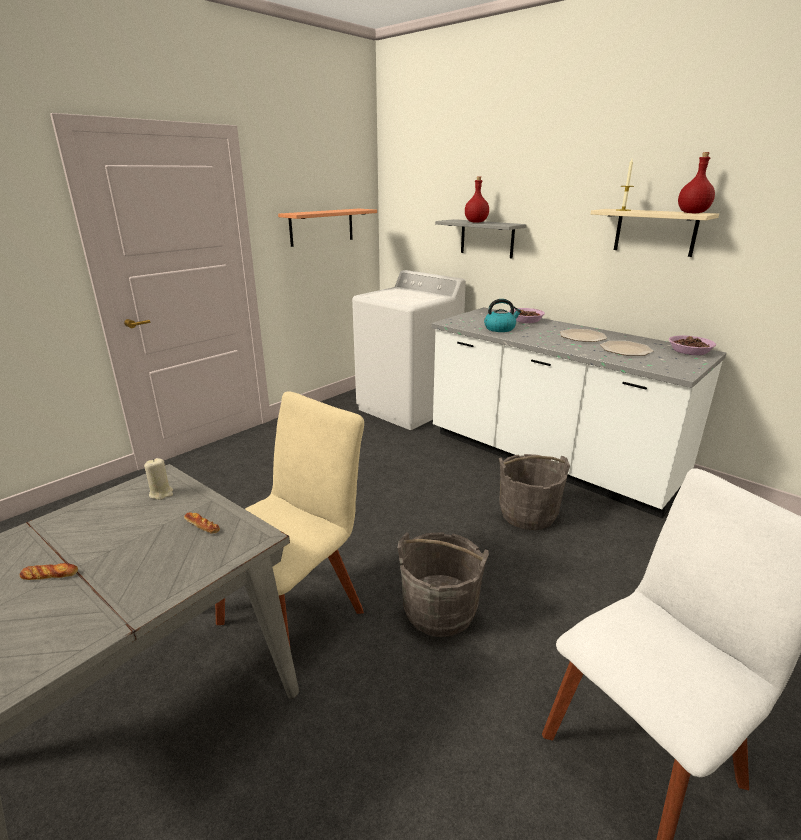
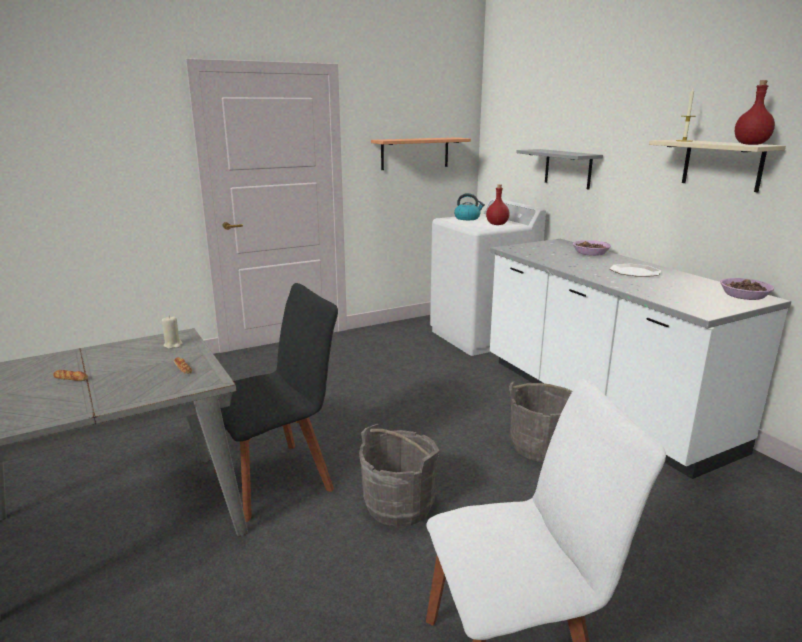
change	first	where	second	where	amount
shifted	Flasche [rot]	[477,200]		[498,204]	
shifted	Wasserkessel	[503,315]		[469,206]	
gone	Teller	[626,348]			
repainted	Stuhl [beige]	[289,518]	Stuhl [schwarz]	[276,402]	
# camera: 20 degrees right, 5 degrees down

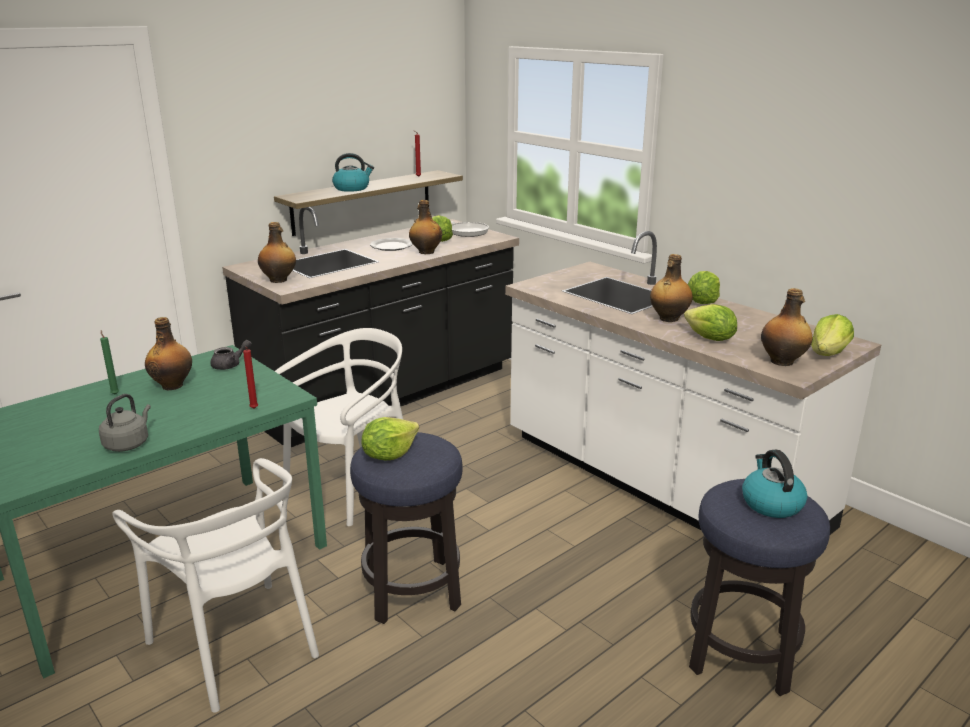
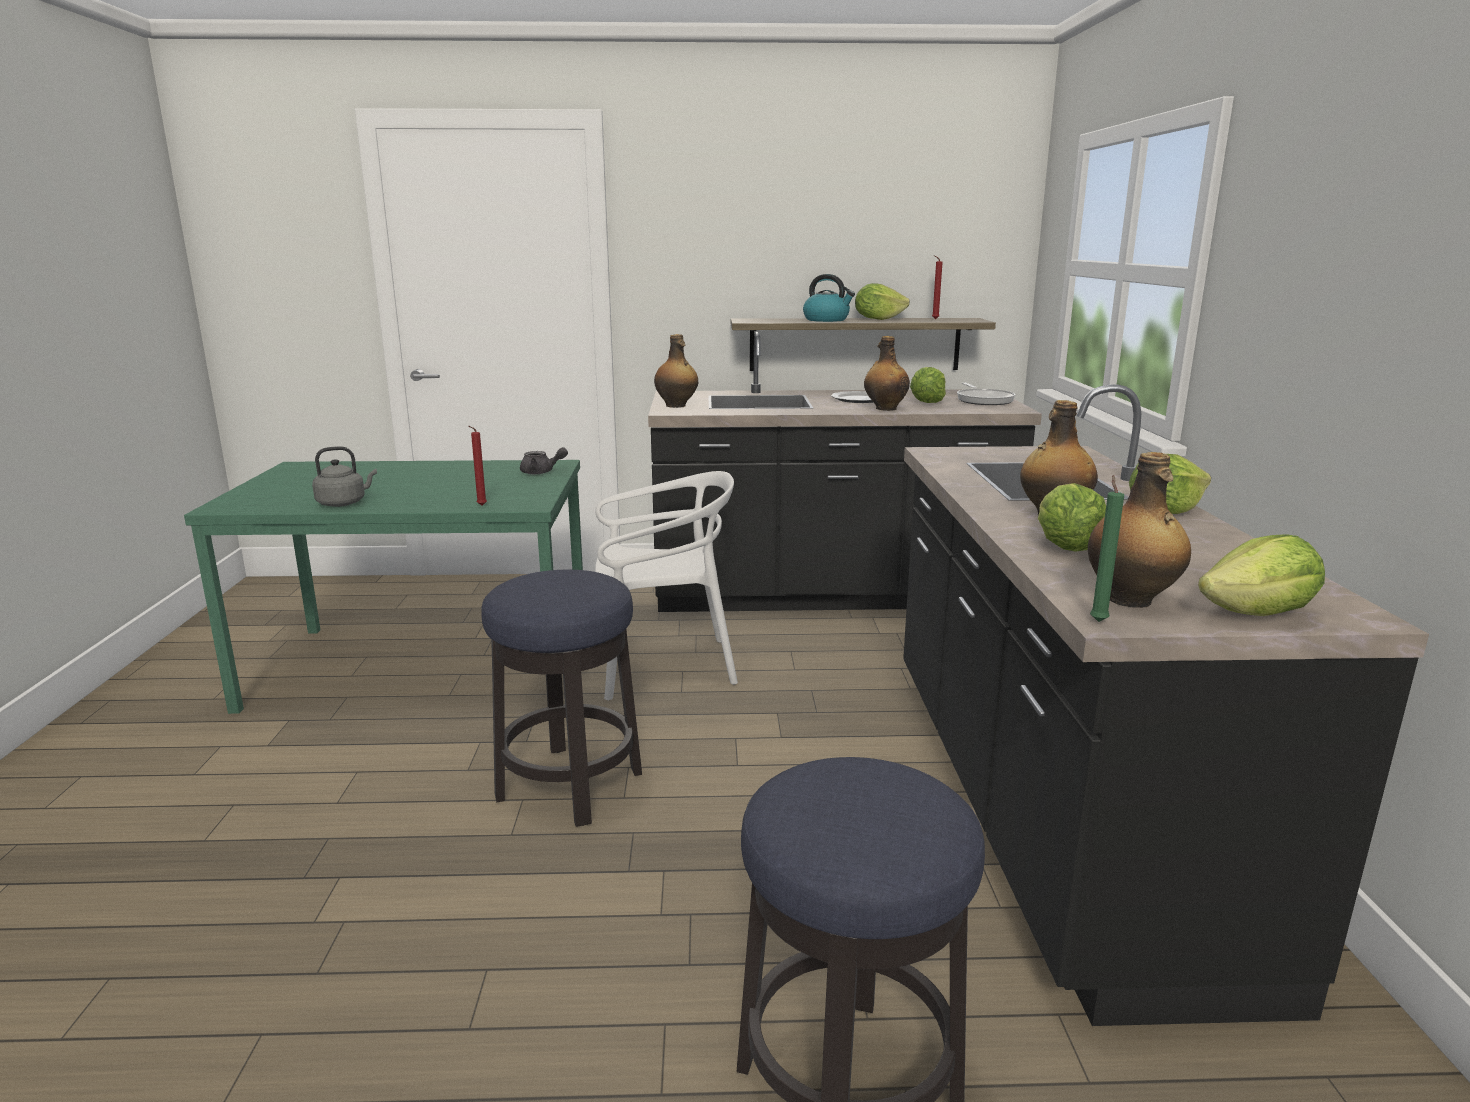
change	first	where	second	where	amount
repainted	Küchenzeile [weiß]	[693,383]	Küchenzeile [schwarz]	[1166,705]	
gone	Flasche	[168,353]			
shifted	Kerze [grün]	[109,362]		[1107,548]	
shifted	Salatkopf	[390,438]		[882,301]	
gone	Wasserkessel	[774,484]			
gone	Stuhl [weiß]	[216,585]			
# camera: 40 degrees right, 5 degrees down

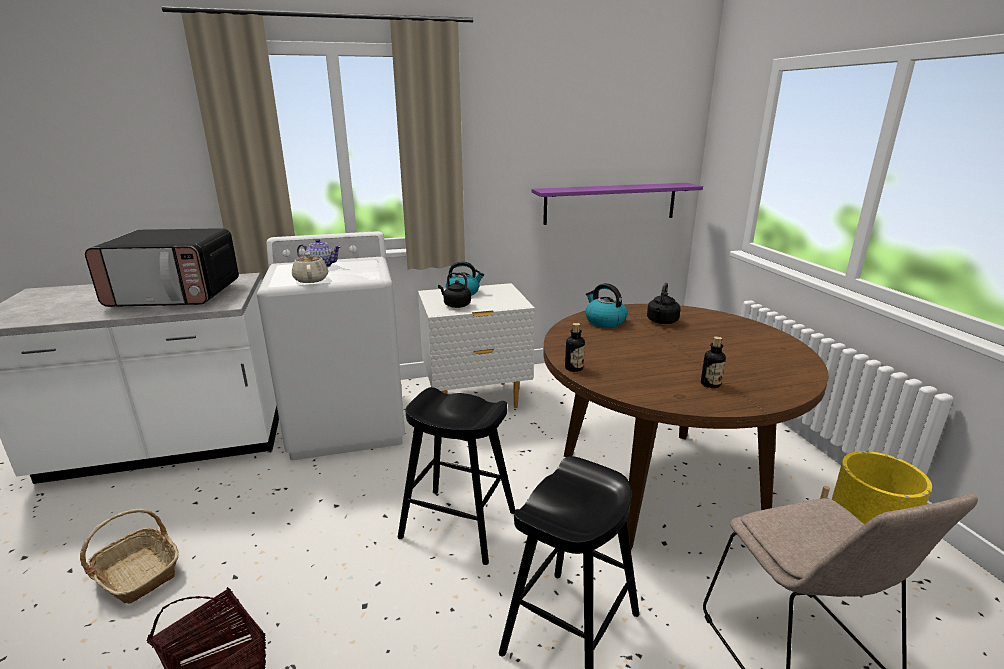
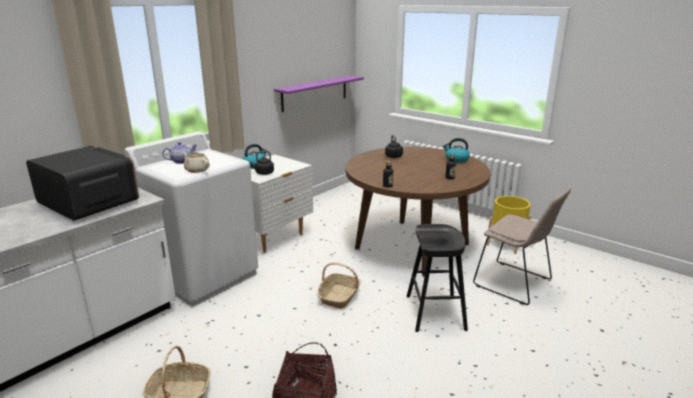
change	first	where	second	where	amount
rotated	Mikrowelle	[162,267]		[82,183]	105 degrees counterclockwise
shifted	Wasserkessel	[606,305]		[456,150]	
swapped	Hocker [schwarz]	[456,476]	Korb	[339,285]	
# camera: 35 degrees left, 0 degrees up

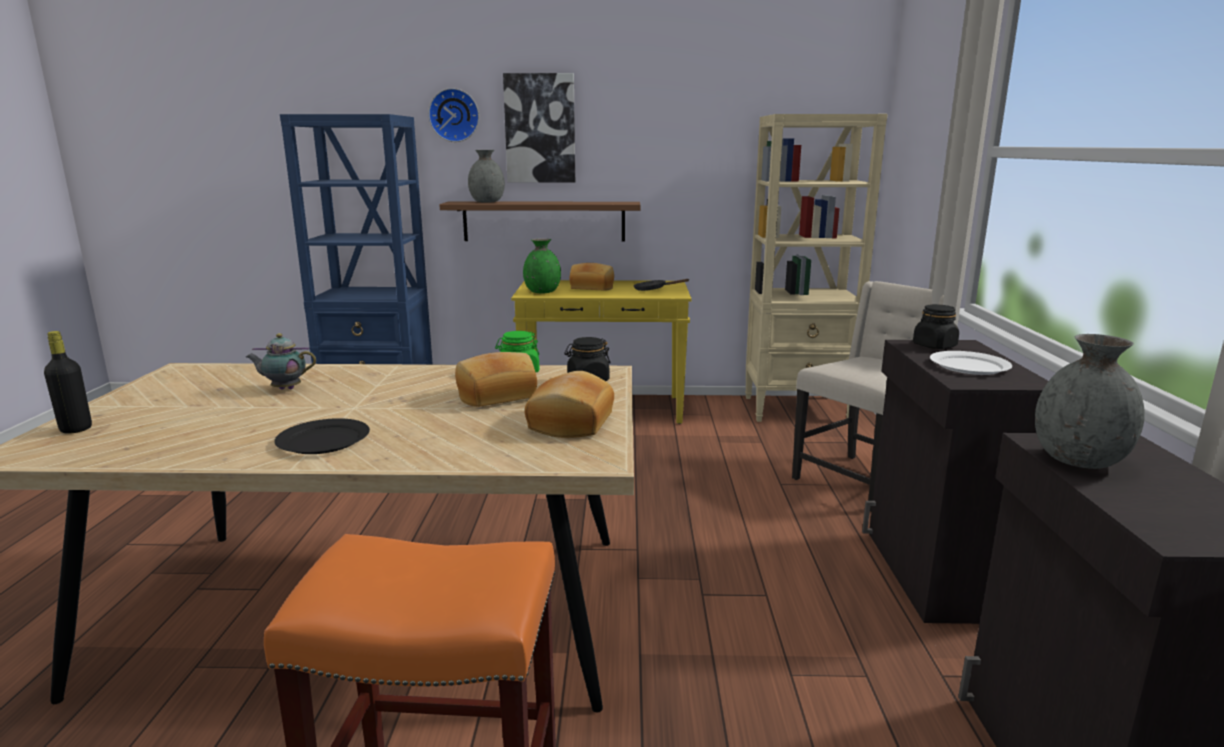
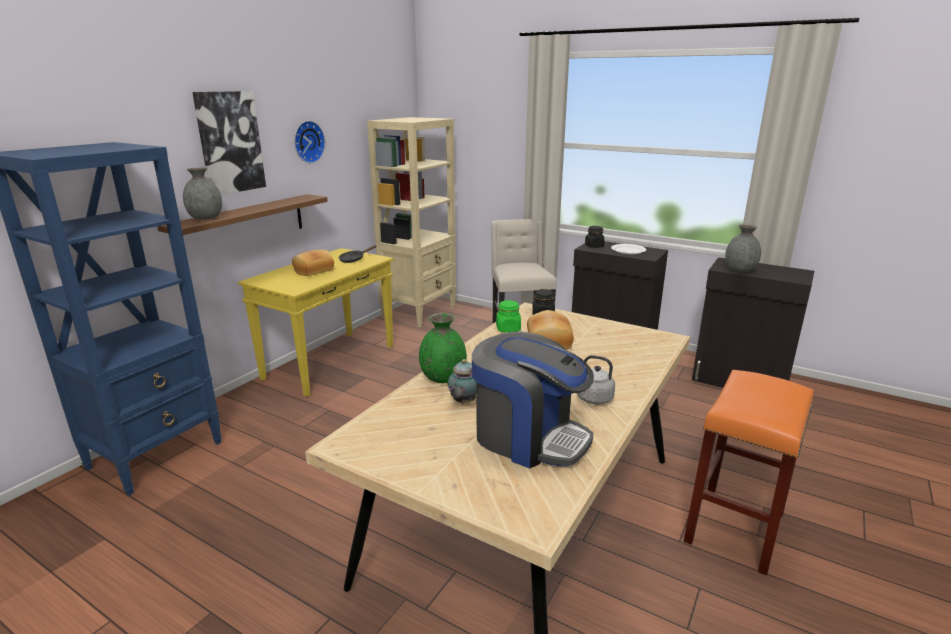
change	first	where	second	where	amount
shifted	Wanduhr	[453,115]		[309,142]	
shifted	Vase [grün]	[542,265]		[443,348]	
gone	Flasche [schwarz]	[68,382]			
gone	Brot	[569,404]			
swapped	Teller [schwarz]	[322,436]	Wasserkessel [grau]	[596,379]	
new			Kaffeemaschine	[533,399]	
# camera: 60 degrees left, 5 degrees up

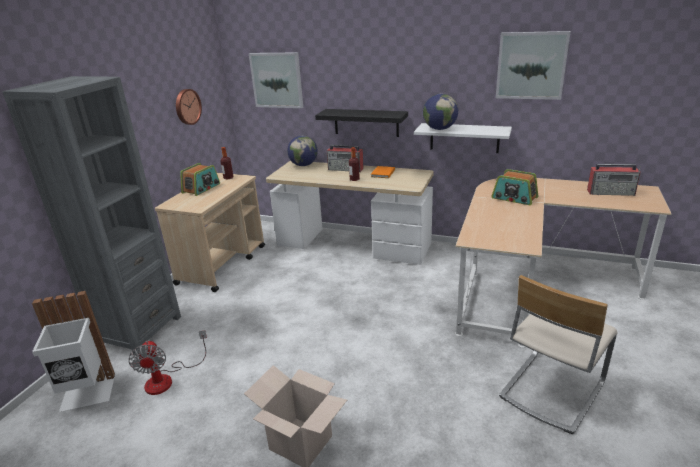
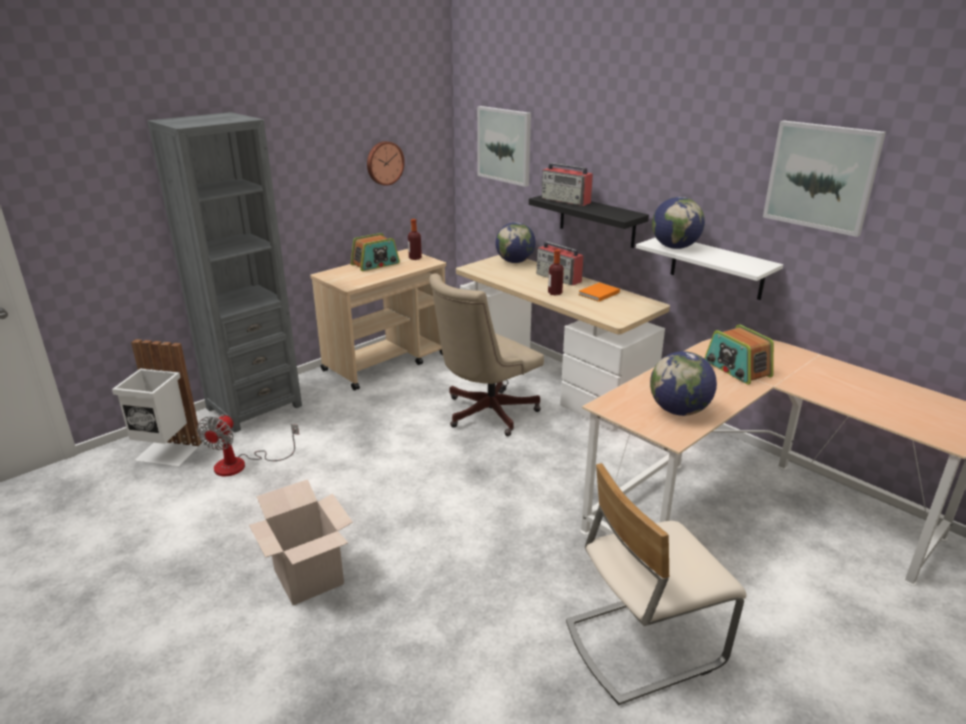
change	first	where	second	where	amount
shifted	Radio	[614,180]		[567,184]	
new			Bürostuhl [beige]	[486,354]	
new			Globus	[683,383]	
# camera: 25 degrees right, 0 degrees up

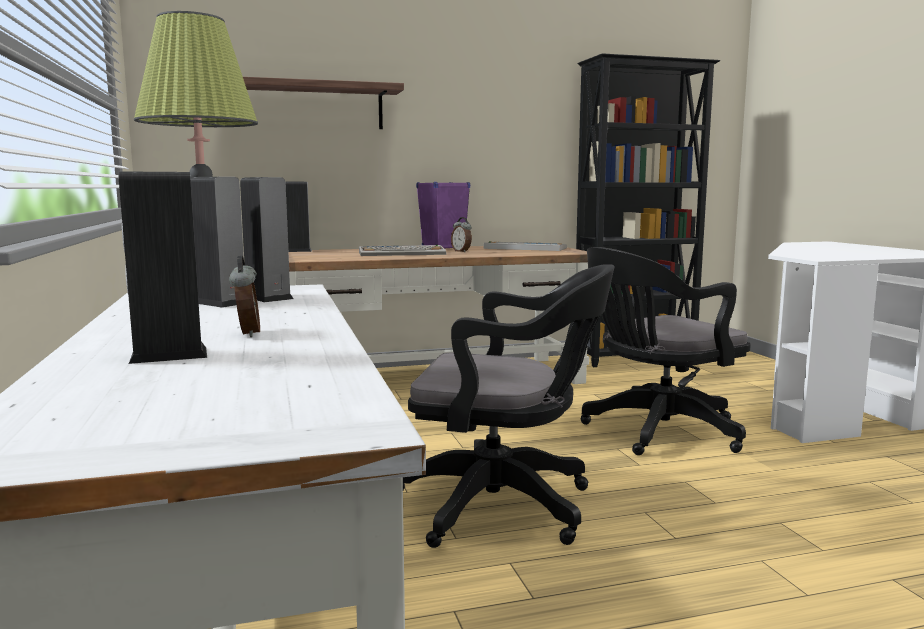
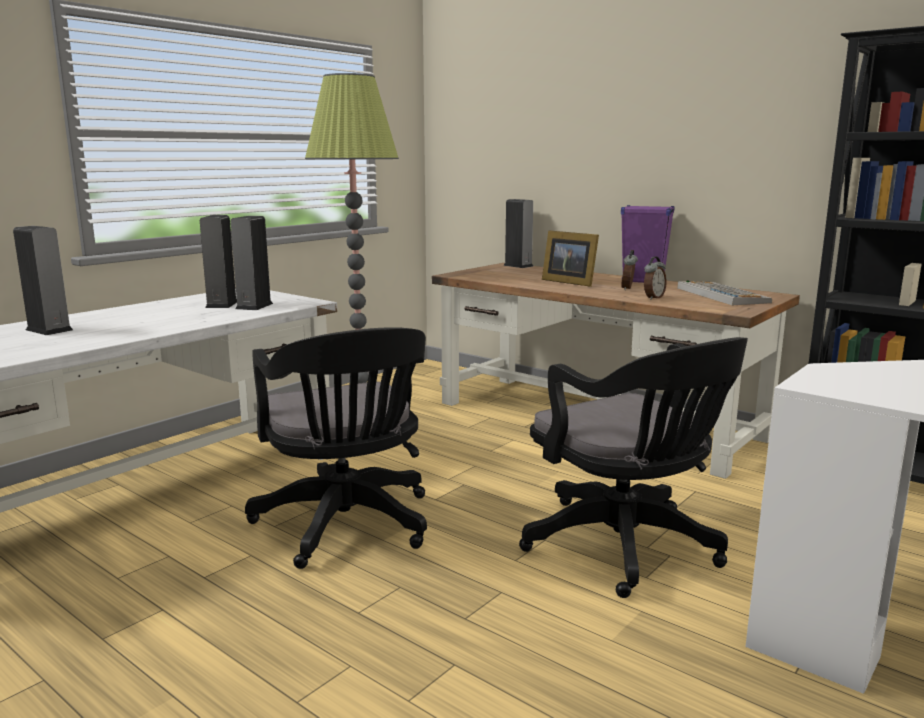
change	first	where	second	where	amount
gone	Wandregal	[323,103]			
swapped	Tastatur	[402,250]	Bilderrahmen	[570,258]	
rotated	Bürostuhl [schwarz]	[666,351]		[633,467]	150 degrees counterclockwise
shifted	Wecker	[244,296]		[655,278]	
# camera: 55 degrees right, 5 degrees up

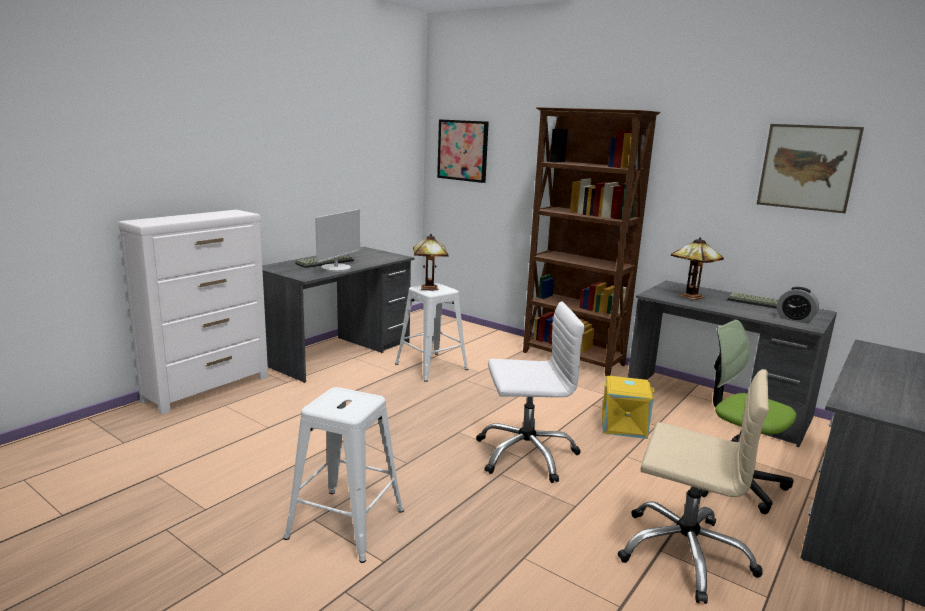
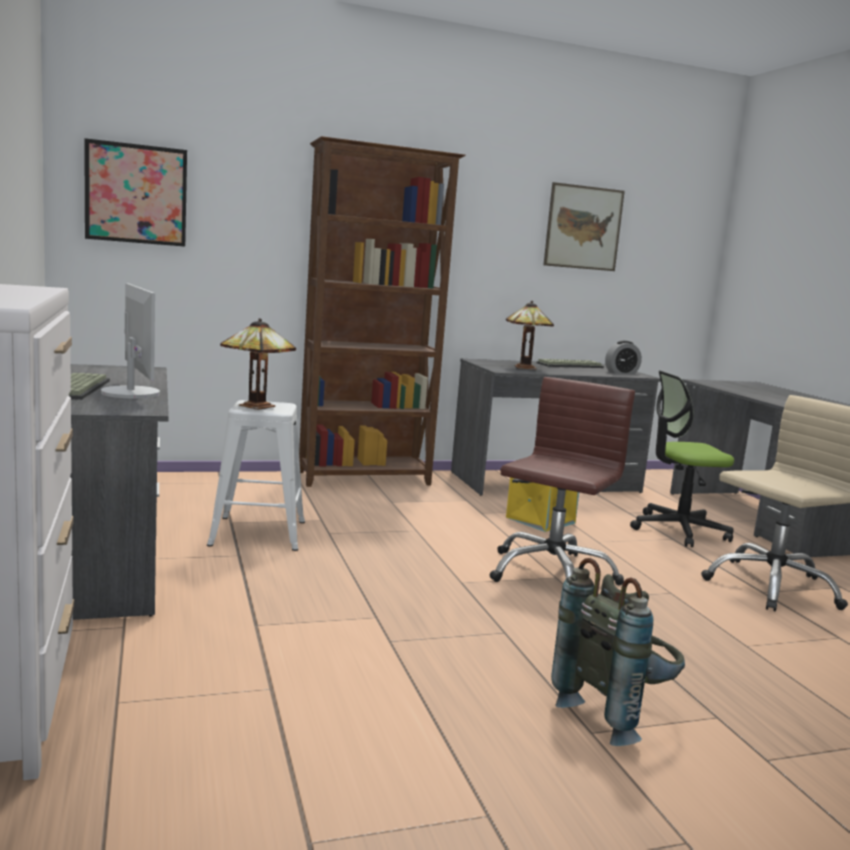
change	first	where	second	where	amount
repainted	Bürostuhl [weiß]	[530,392]	Bürostuhl [braun]	[562,481]	
swapped	Hocker [weiß]	[343,475]	Rucksack [grau]	[618,652]	
# camera: 55 degrees left, 5 degrees down

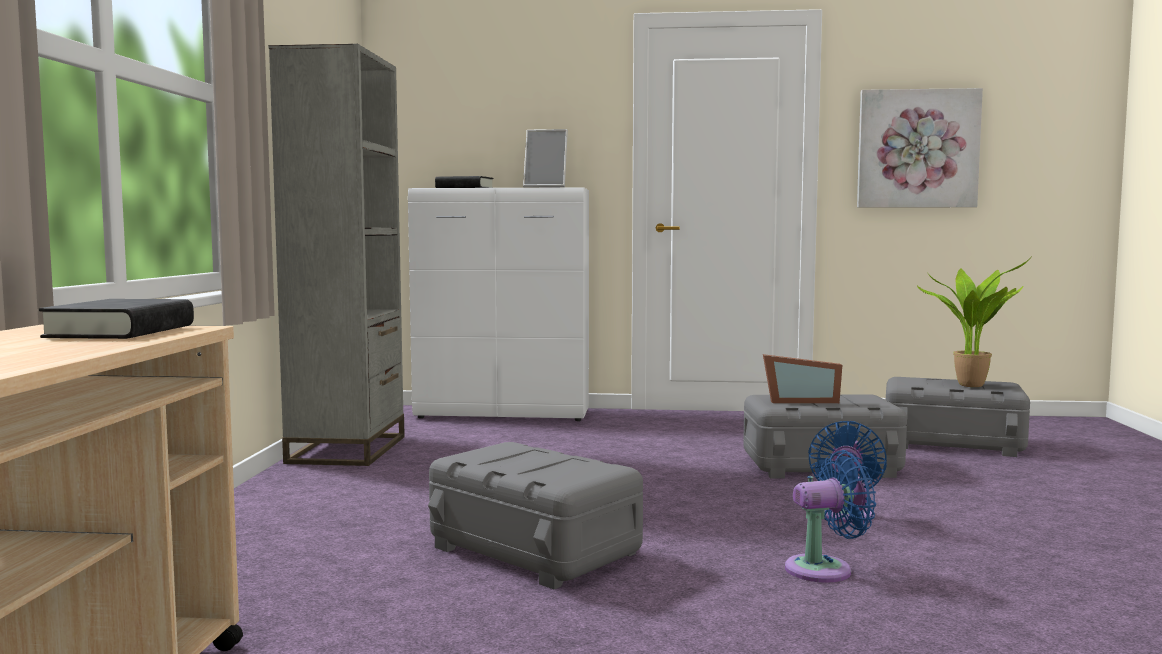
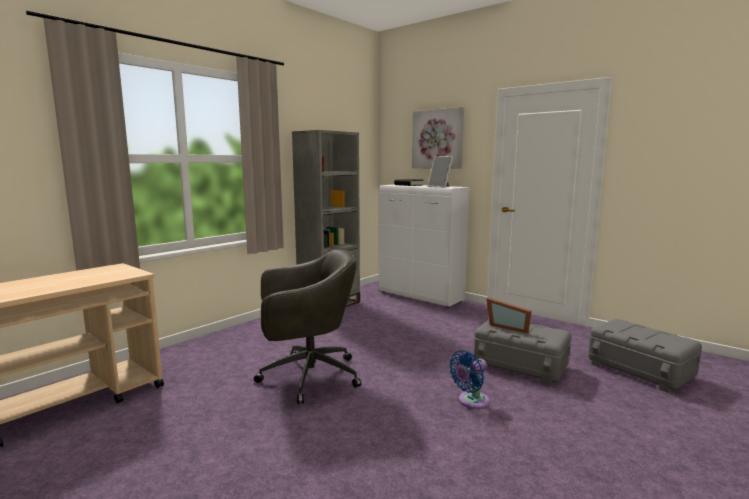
change	first	where	second	where	amount
shifted	Bild	[920,148]		[438,138]	
gone	Topfpflanze	[975,321]			
gone	Buch [schwarz]	[116,319]			
swapped	Aufbewahrungsbox [grau]	[535,515]	Bürostuhl [grau]	[307,326]	
gone	Ventilator [blau]	[830,516]			
# camera: 35 degrees right, 5 degrees up

